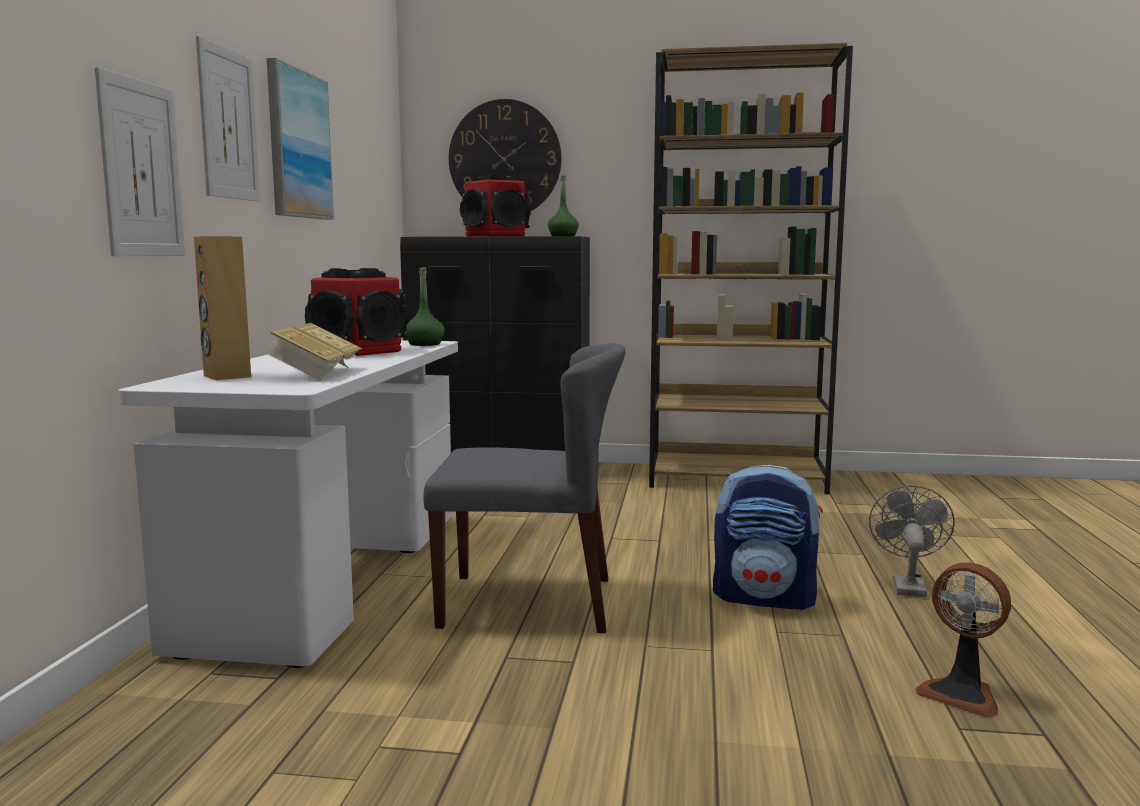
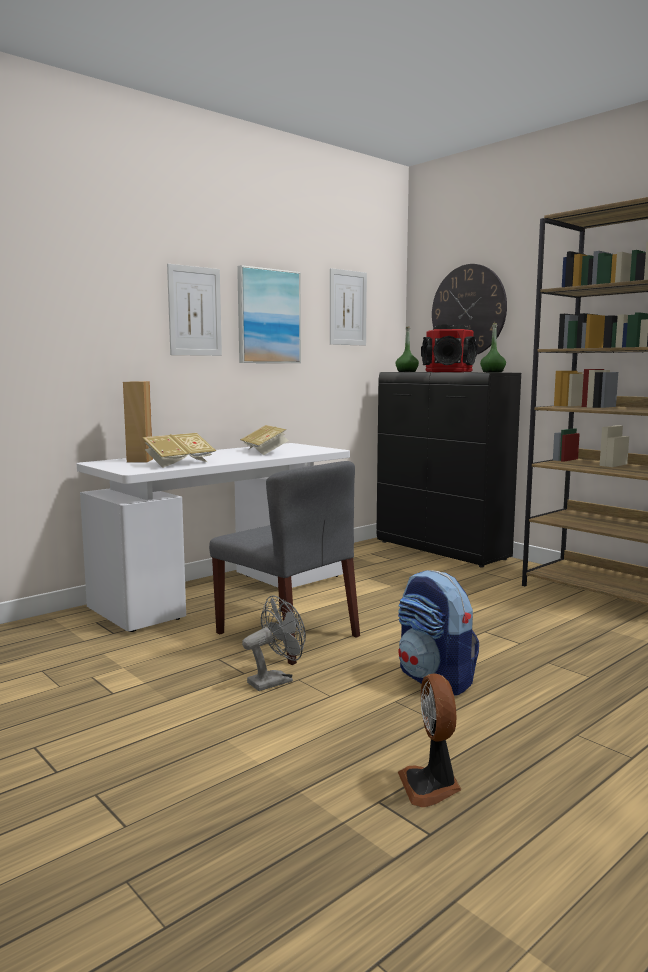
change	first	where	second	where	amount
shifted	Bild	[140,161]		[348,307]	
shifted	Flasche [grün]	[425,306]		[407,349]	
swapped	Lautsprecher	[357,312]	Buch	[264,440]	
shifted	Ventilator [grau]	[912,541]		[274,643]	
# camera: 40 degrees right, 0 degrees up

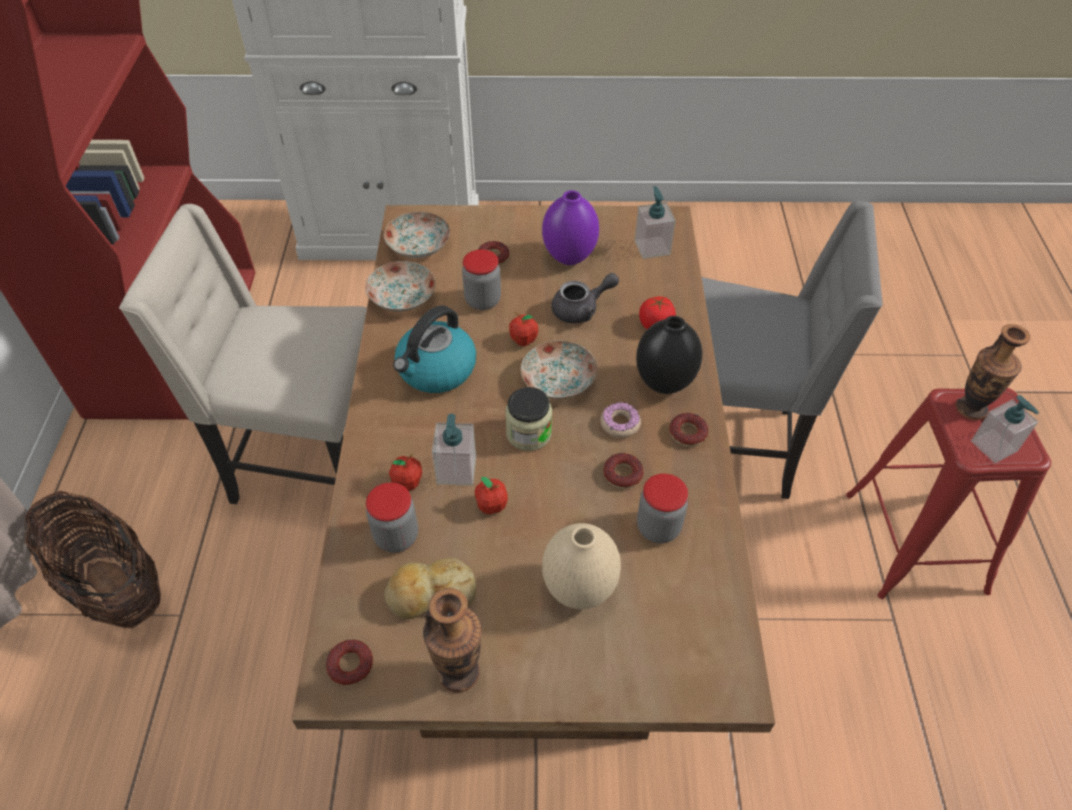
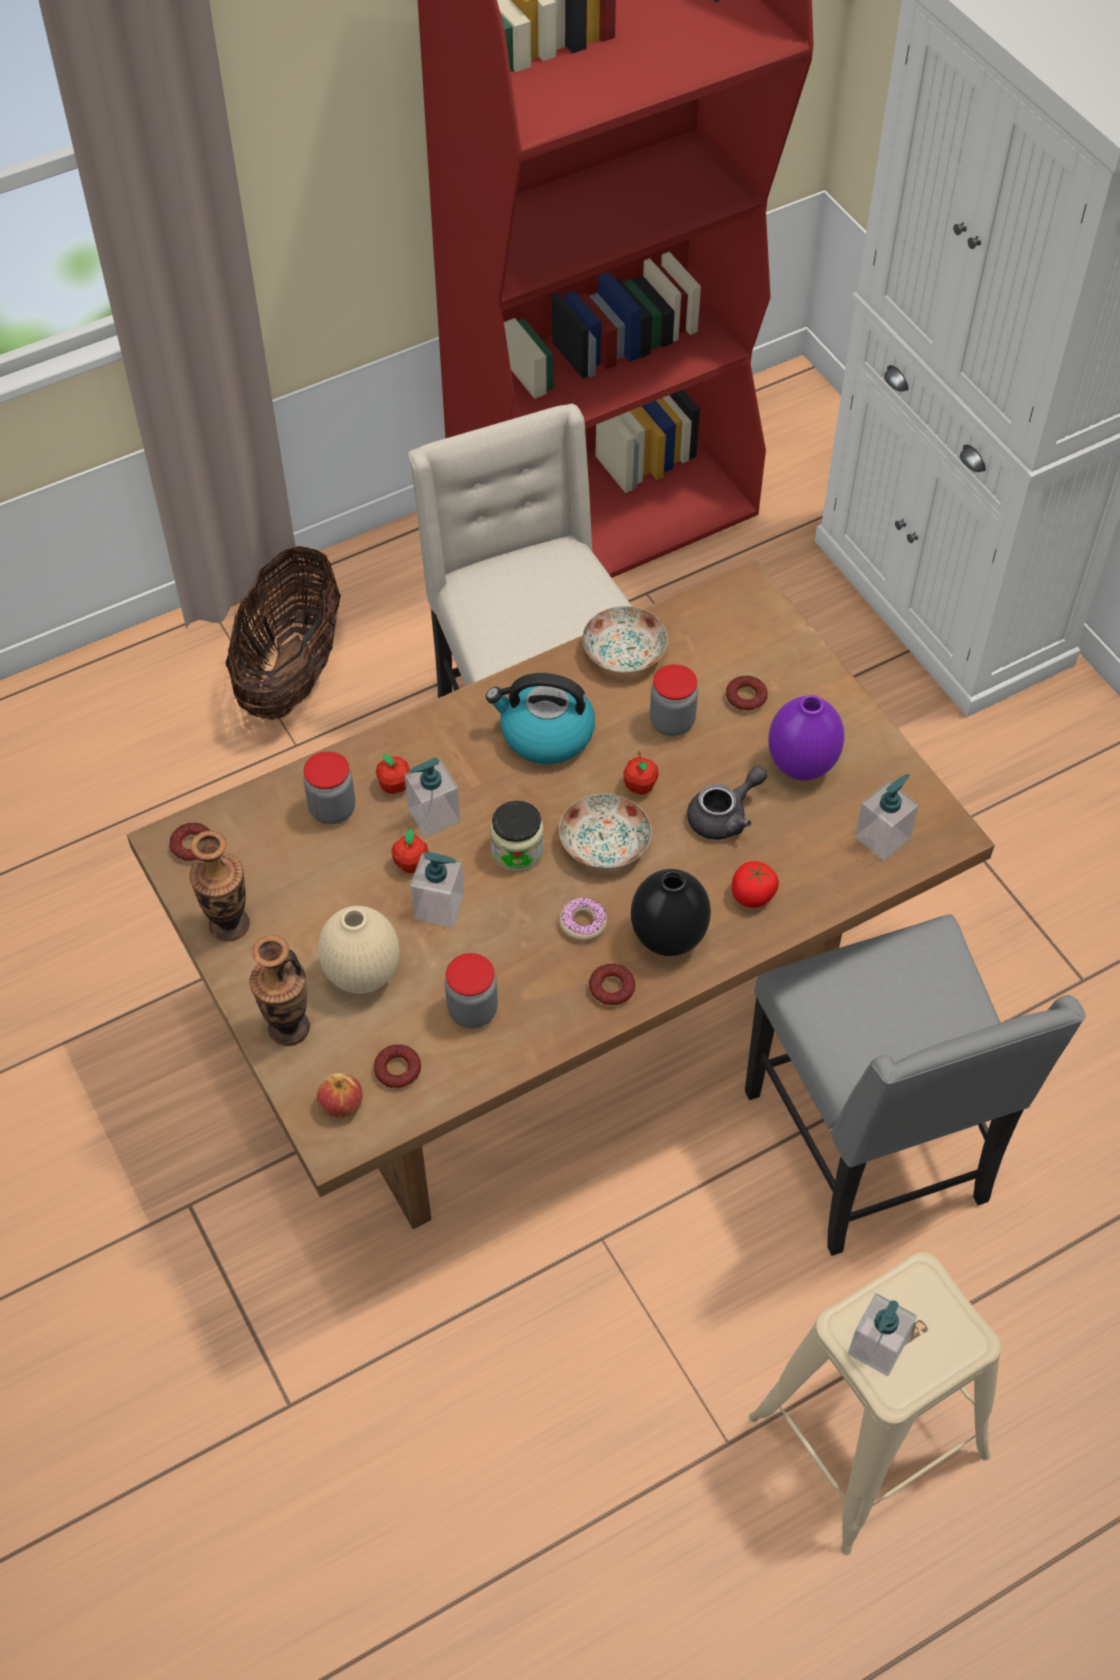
change	first	where	second	where	amount
gone	Teller	[417,235]			
rotated	Teekanne [grau]	[585,298]		[727,802]	75 degrees counterclockwise
shifted	Vase	[993,372]		[280,990]	
repainted	Hocker [rot]	[948,493]	Hocker [beige]	[875,1403]	
shifted	Donut	[623,471]		[397,1066]	
gone	Brot	[430,588]			
new			Seifenspender	[437,890]	
new			Apfel	[339,1095]	
# camera: 60 degrees right, 5 degrees up

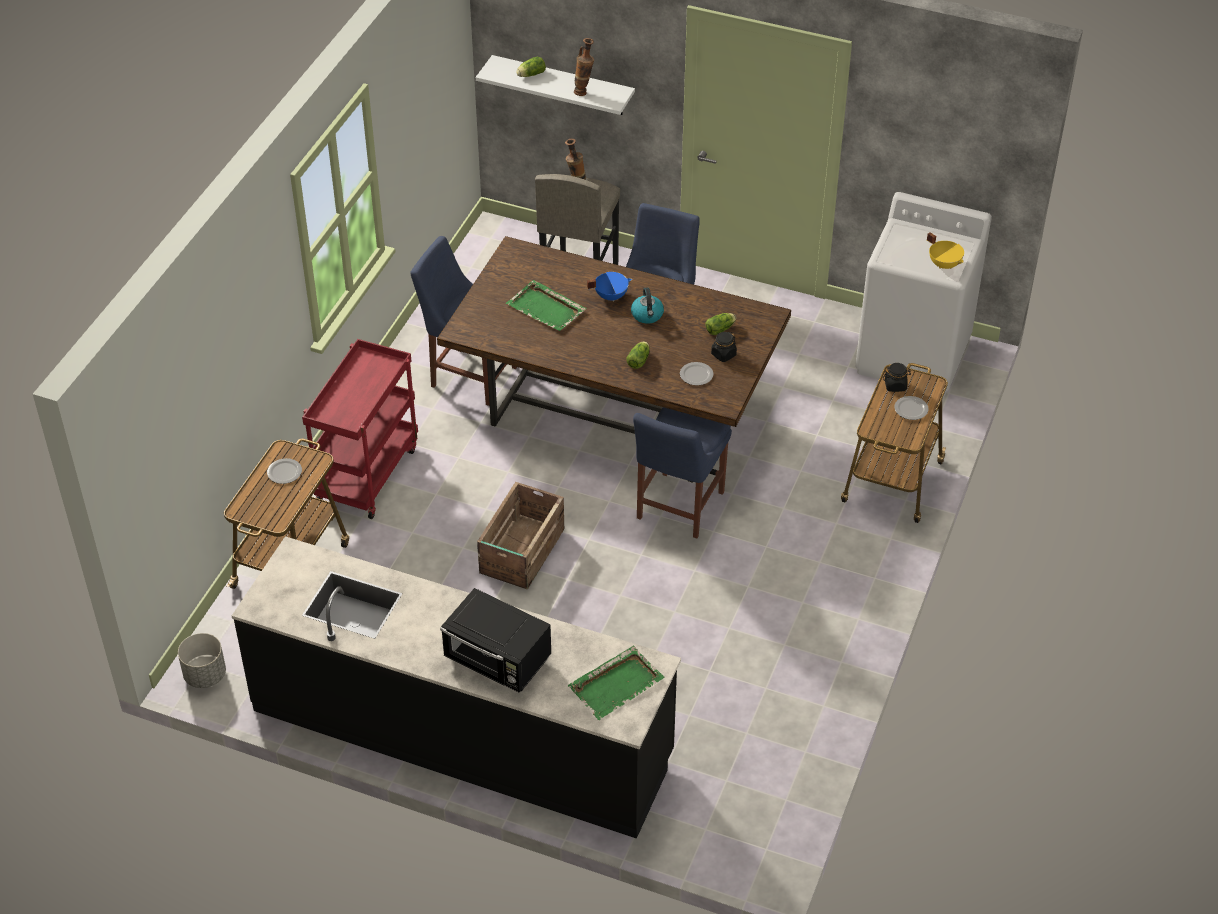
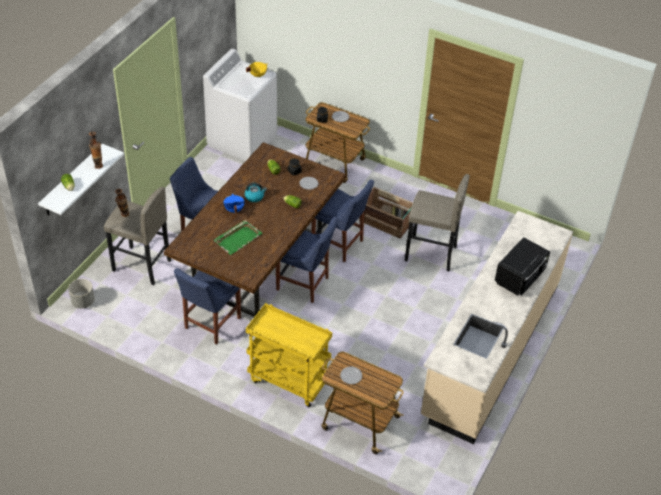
change	first	where	second	where	amount
repainted	Rollwagen [rot]	[360,429]	Rollwagen [gelb]	[289,355]	
shifted	Kiste	[520,536]		[386,213]	
repainted	Küchenzeile [schwarz]	[456,687]	Küchenzeile [beige]	[497,327]	
shifted	Pflanzkübel [grau]	[202,660]		[81,294]	
gone	Tablett [grün]	[616,683]			
new			Hocker [grau]	[437,222]	
new			Stuhl [blau]	[307,260]	
# camera: 85 degrees left, 0 degrees up

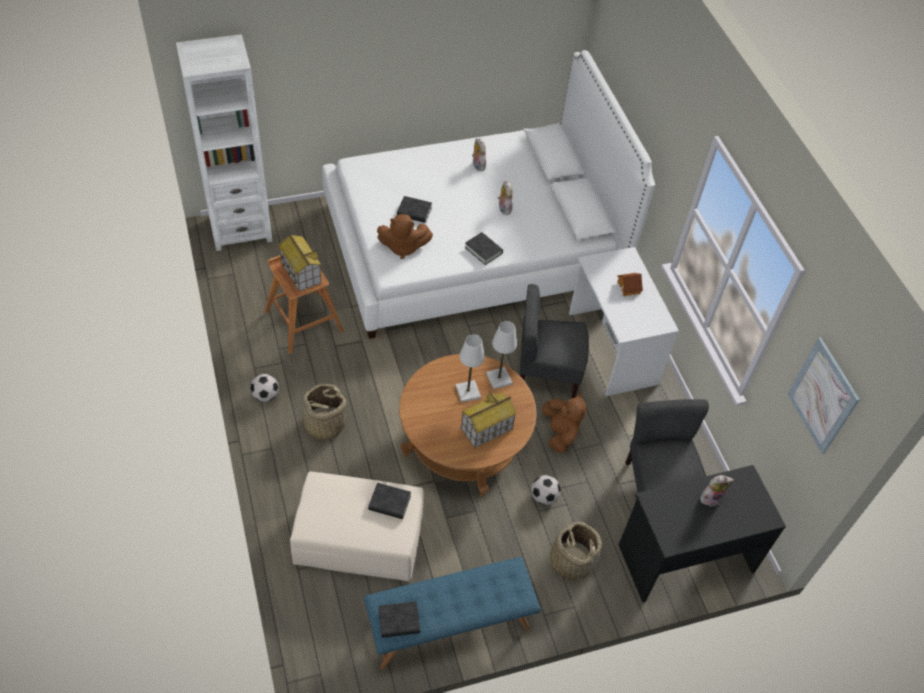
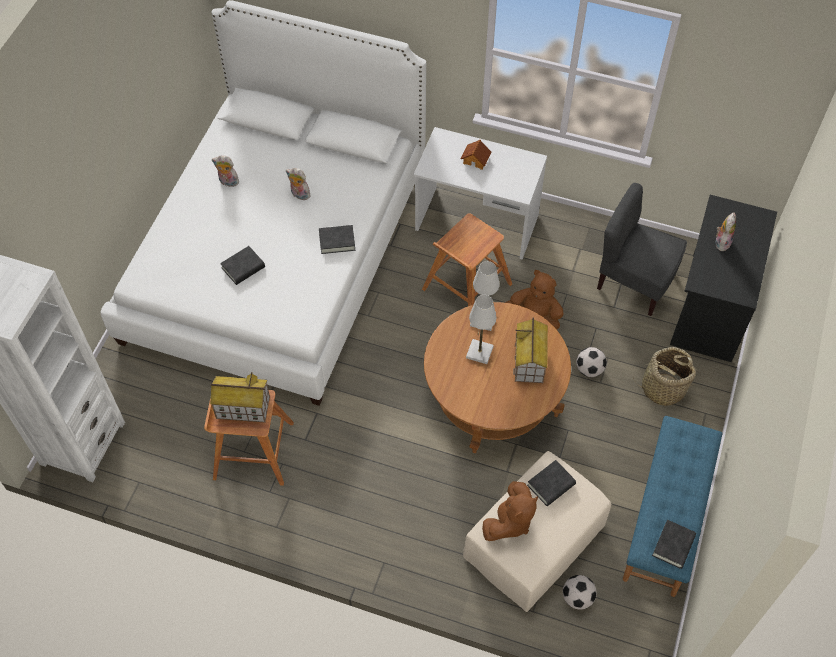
change	first	where	second	where	amount
shifted	Plüschtier [braun]	[405,236]		[510,511]	
swapped	Stuhl [grau]	[554,341]	Hocker [braun]	[467,259]	
gone	Bild	[824,395]			
shifted	Fußball	[264,388]		[580,592]	
gone	Korb	[322,412]			
# camera: 50 degrees left, 5 degrees up

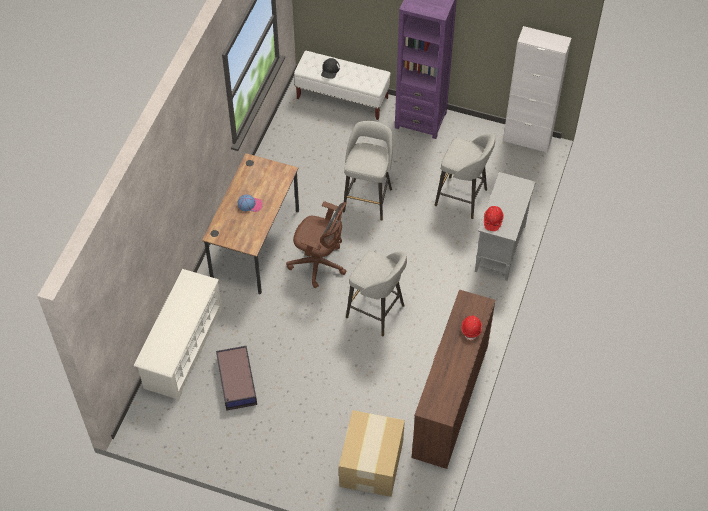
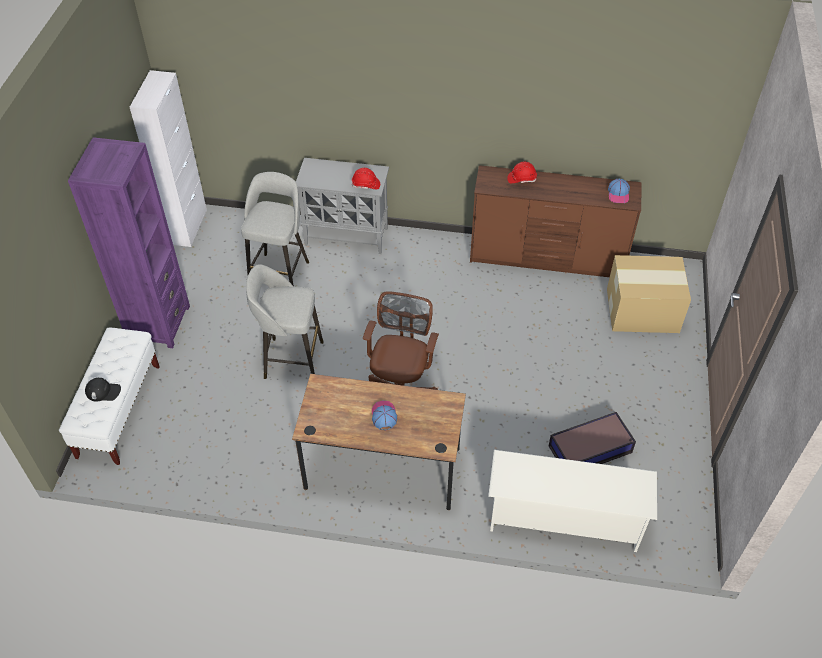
change	first	where	second	where	amount
gone	Hocker [grau]	[376,294]			
new			Kappe	[619,191]	
# camera: 100 degrees left, 5 degrees down

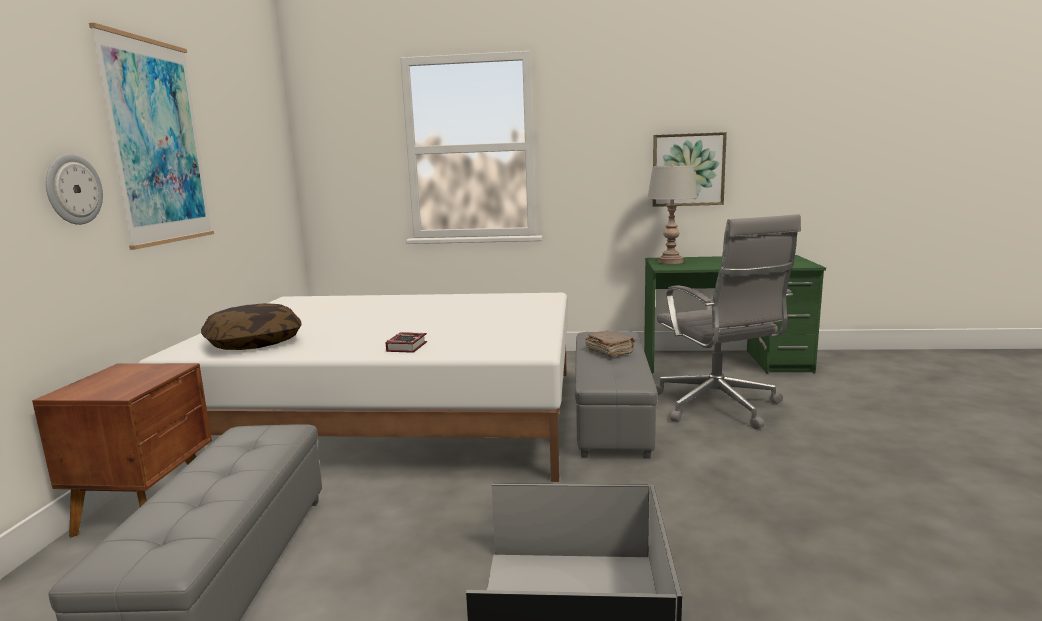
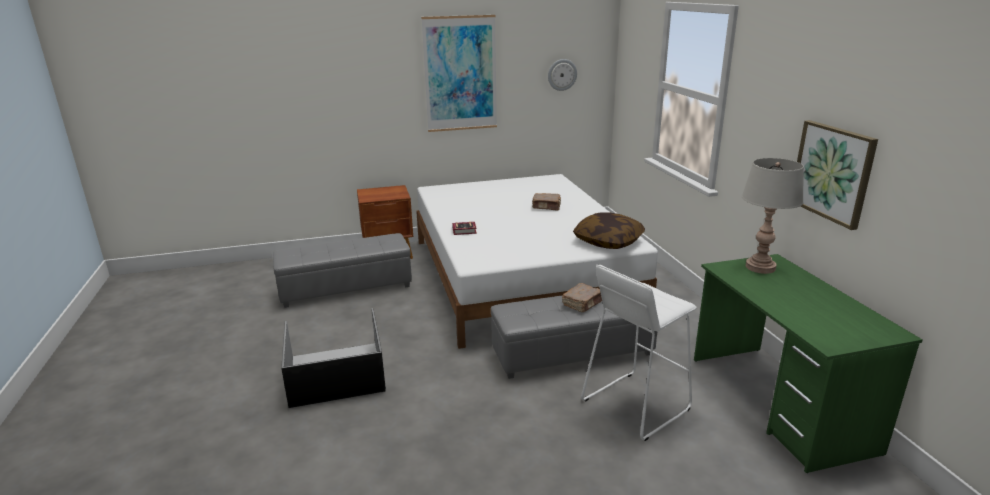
change	first	where	second	where	amount
shifted	Wanduhr	[74,189]		[562,75]	
swapped	Bürostuhl [grau]	[728,321]	Hocker [weiß]	[639,353]	
shifted	Kissen	[251,326]		[609,230]	
new			Buch [braun]	[546,201]	
# camera: 70 degrees right, 10 degrees up

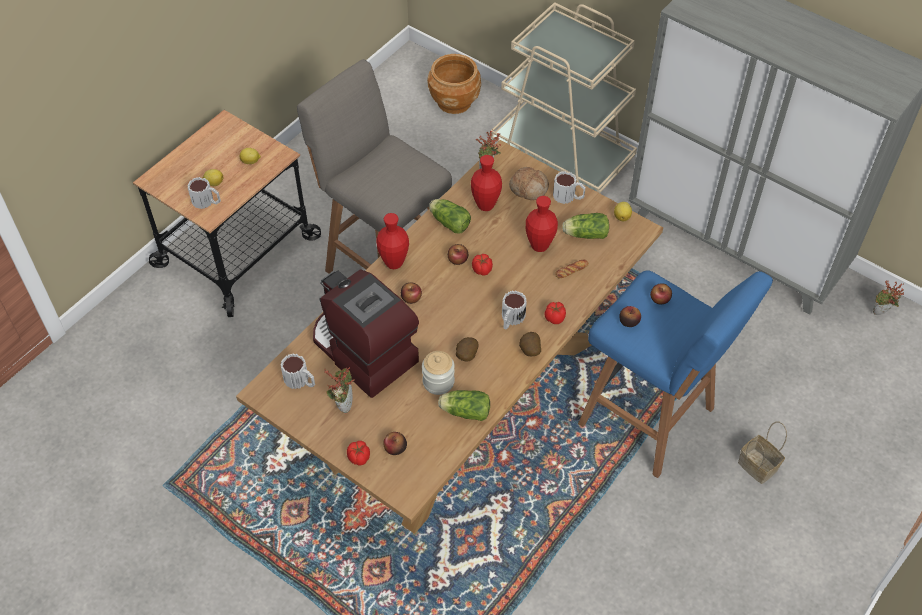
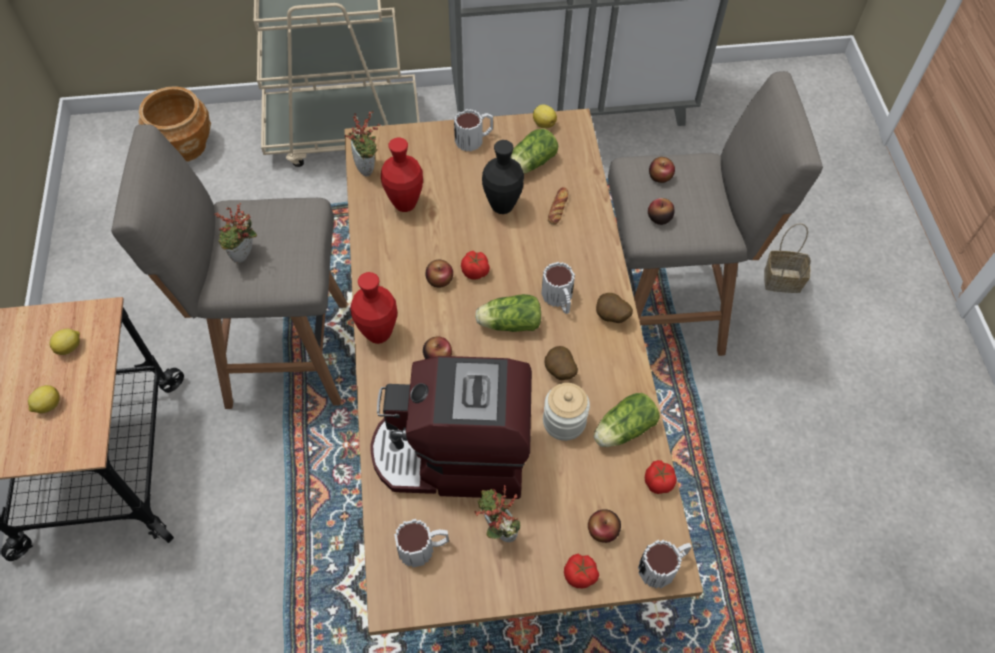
change	first	where	second	where	amount
gone	Brot	[529,183]			
shifted	Henkelbecher	[204,193]		[665,564]	
repainted	Vase [rot]	[542,224]	Vase [schwarz]	[503,177]	
shifted	Salatkopf	[450,216]		[508,313]	
repainted	Hocker [blau]	[675,374]	Hocker [grau]	[715,213]	
shifted	Topfpflanze	[888,297]		[235,233]	
shifted	Tomate	[555,313]		[661,477]	
# camera: 45 degrees left, 5 degrees up

